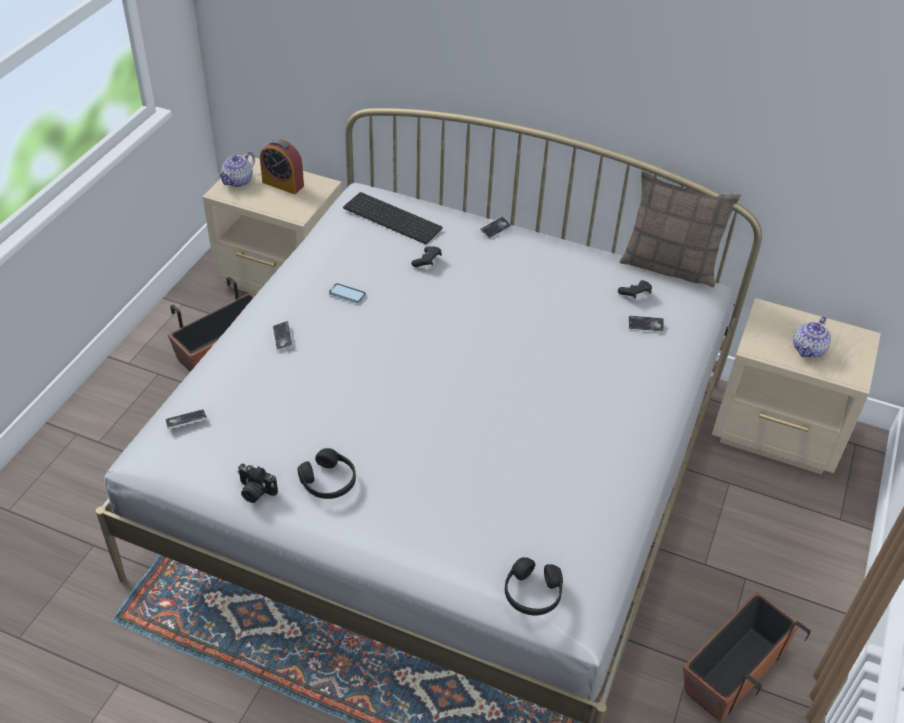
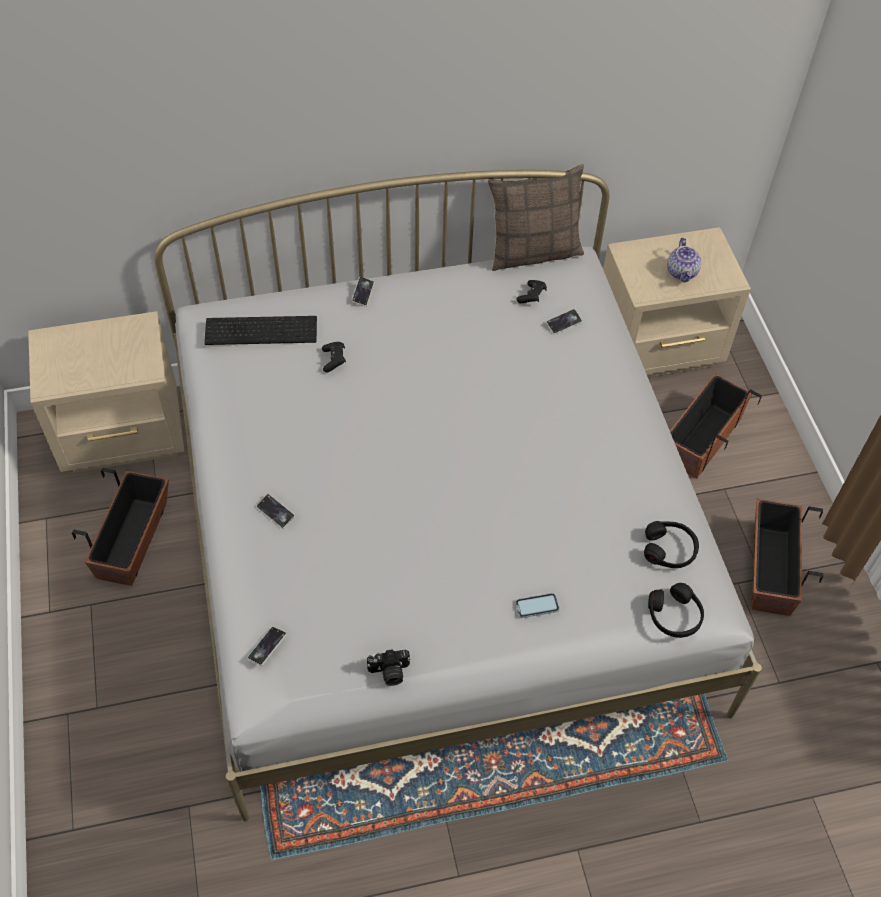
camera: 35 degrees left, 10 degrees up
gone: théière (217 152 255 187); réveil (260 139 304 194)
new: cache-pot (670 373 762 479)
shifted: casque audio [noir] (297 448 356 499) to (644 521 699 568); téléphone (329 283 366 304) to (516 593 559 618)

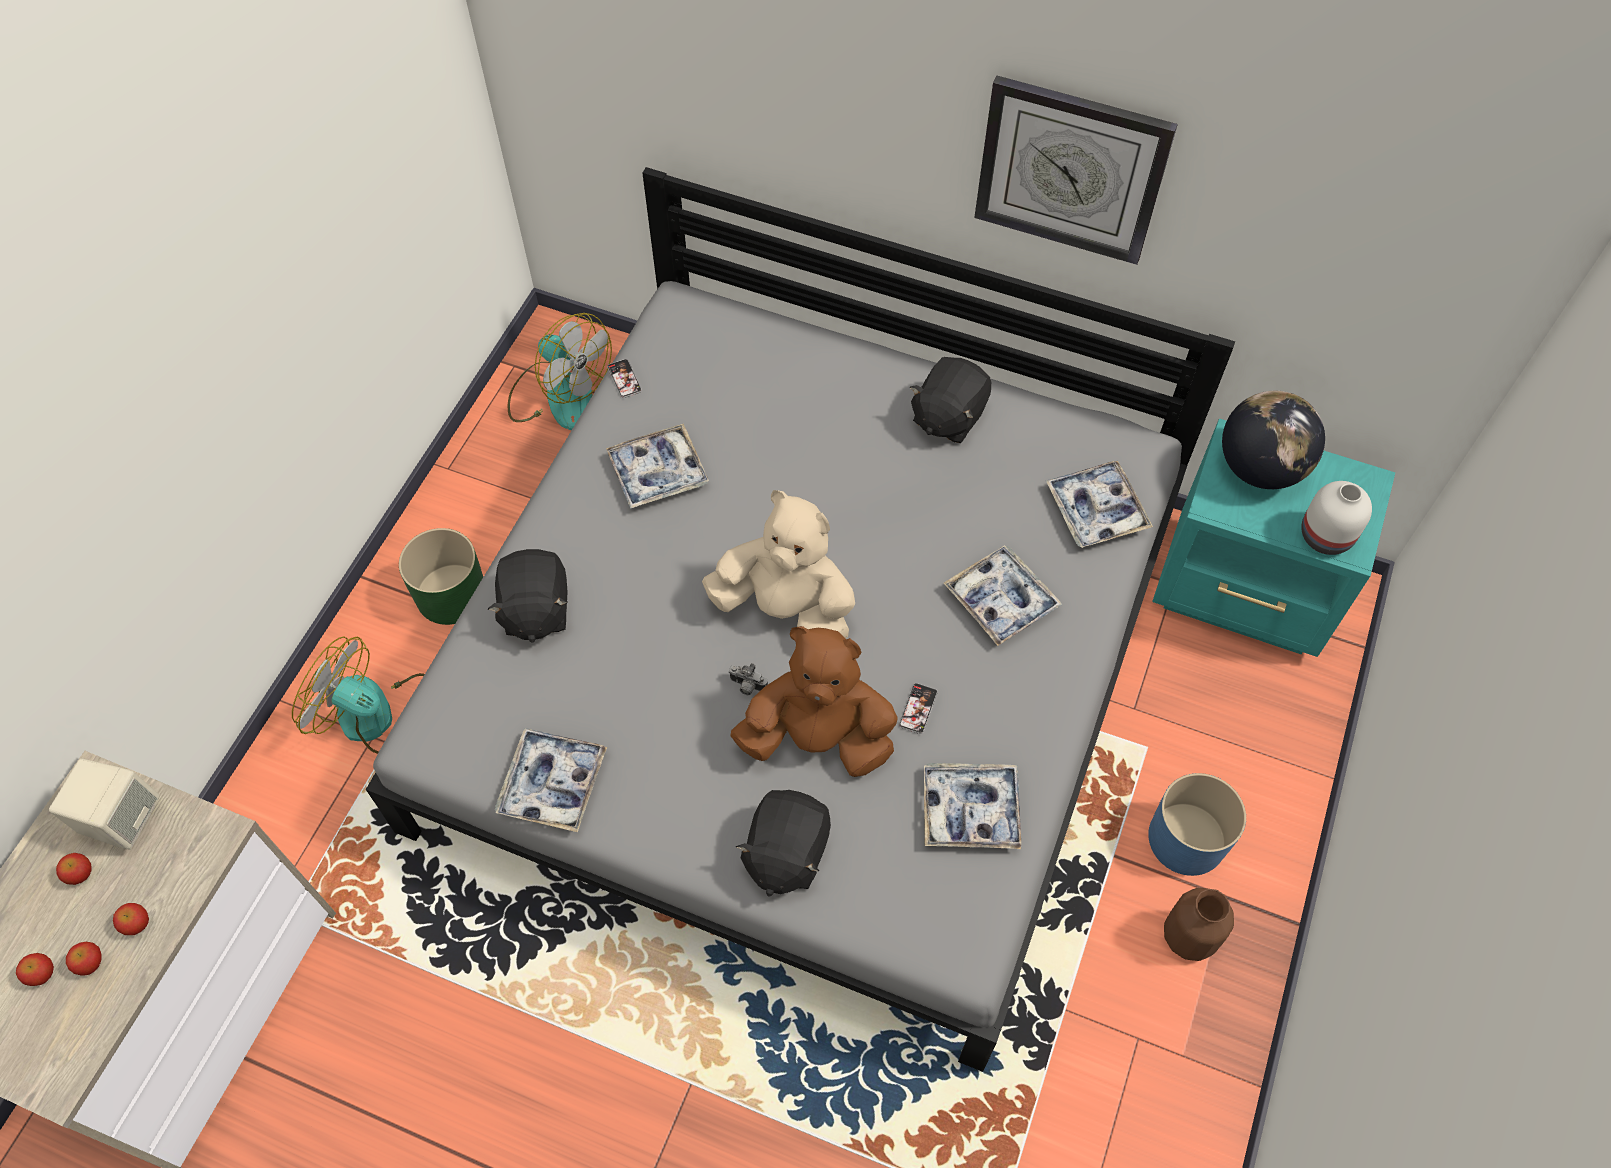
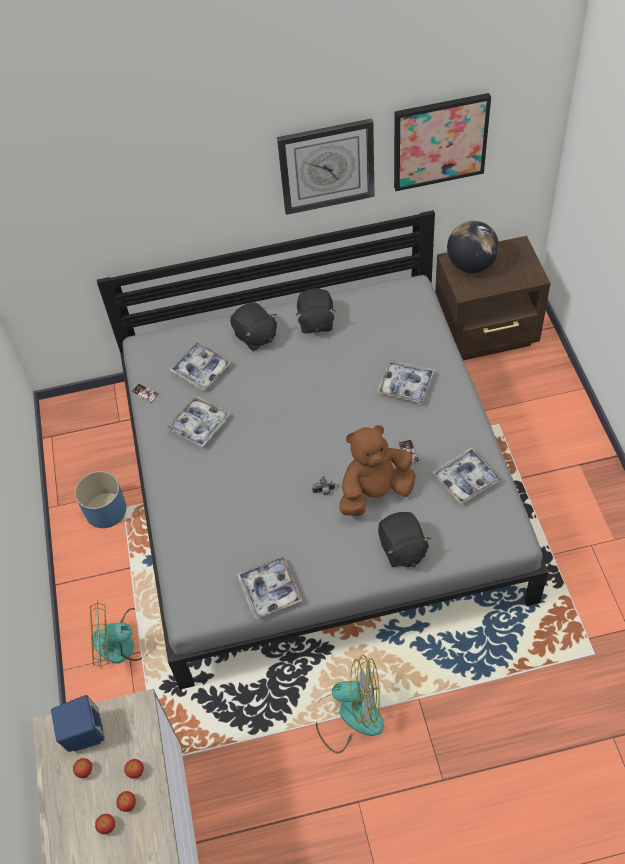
camera: 30 degrees left, 5 degrees down
gone: cache-pot [vert] (399 528 483 625); peluche [beige] (702 490 855 638); vase [marron] (1164 888 1234 961); vase [blanc] (1301 481 1372 555)
new: tableau (394 93 491 191)
shifted: peluche [noir] (488 549 567 643) to (230 302 277 351); ventilateur (508 313 612 430) to (316 655 384 753); plateau (1046 461 1153 548) to (169 342 232 390); cache-pot [bleu] (1148 773 1246 876) to (75 471 127 528)
repainted: enceinte [beige] (49 759 160 850) to enceinte [bleu] (51 695 105 752); table de chevet [turquoise] (1152 419 1395 657) to table de chevet [marron] (435 236 551 361)

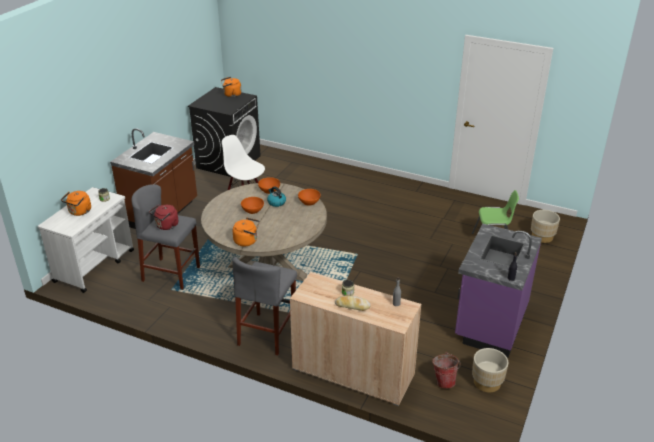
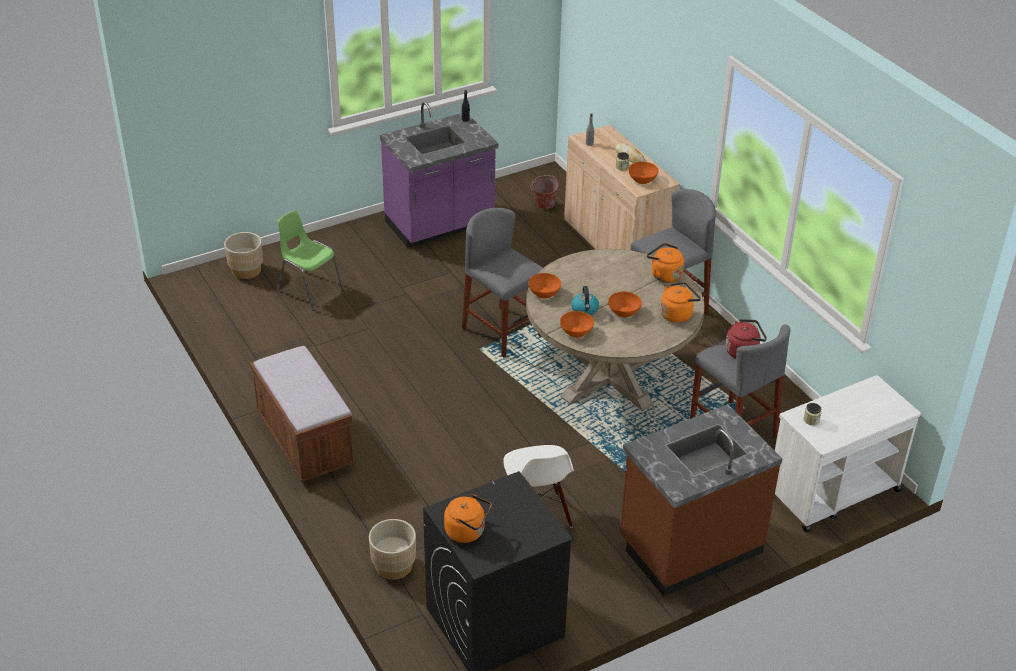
camera: 145 degrees left, 5 degrees up
new: banc [marron] (250 345 356 482); tabouret [gris] (462 208 543 358); bol [orange] (629 162 659 184)
shifted: bouilloire [orange] (61 191 91 216) to (660 282 701 323); cache-pot [beige] (472 348 508 393) to (369 519 416 580)

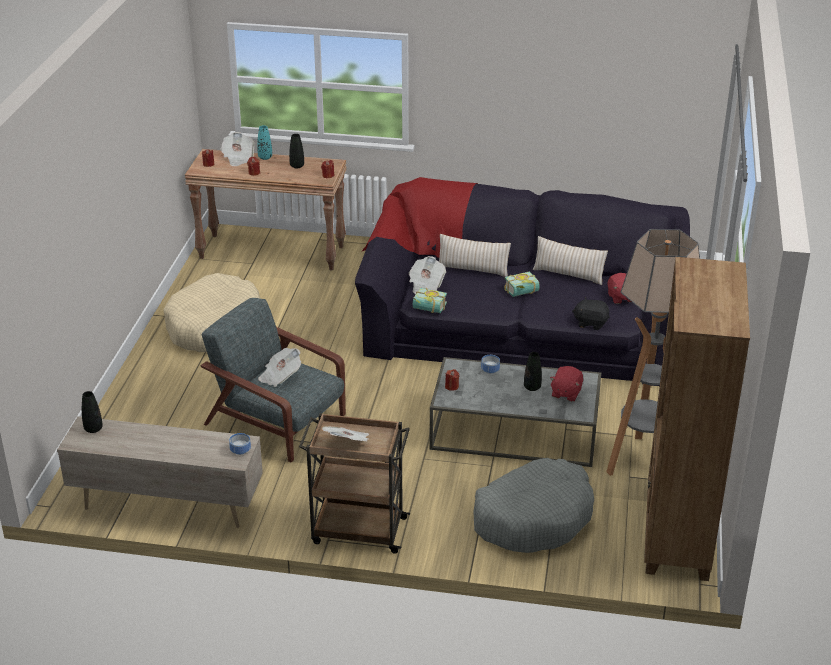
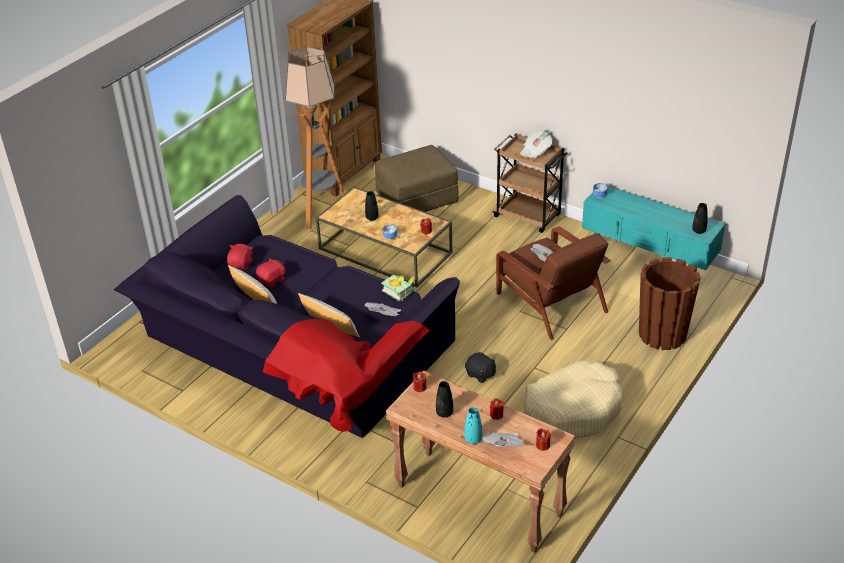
camera: 155 degrees left, 5 degrees up
gone: livre (504 271 540 297)
new: cache-pot [marron] (639 257 701 350)
shifted: peluche [rouge] (550 366 583 402) to (256 258 285 288); peluche [noir] (572 297 610 330) to (465 352 496 383)
swapped: panier pour chien [gris] (473 458 594 553) to pouf [marron] (375 145 458 212)
repainted: meuble télé [beige] (57 416 263 528) to meuble télé [turquoise] (582 186 726 272); fauteuil [gris] (201 298 346 462) to fauteuil [marron] (496 226 611 340); table basse [gris] (429 357 601 467) to table basse [marron] (316 187 452 288)

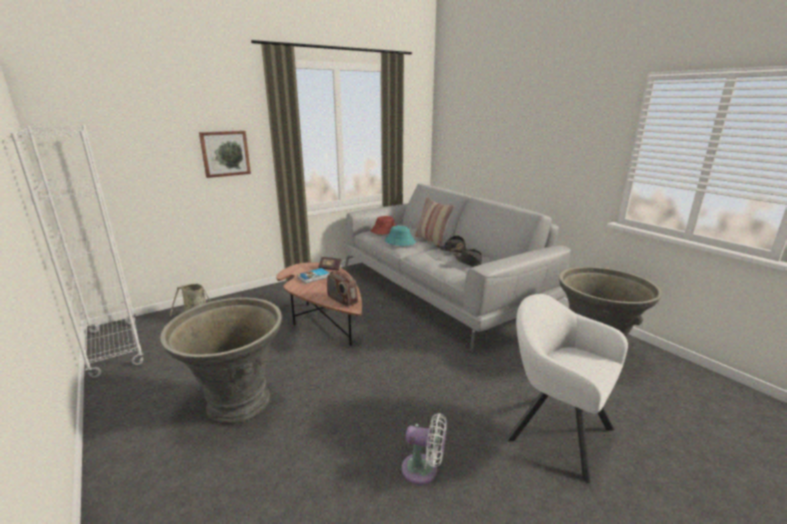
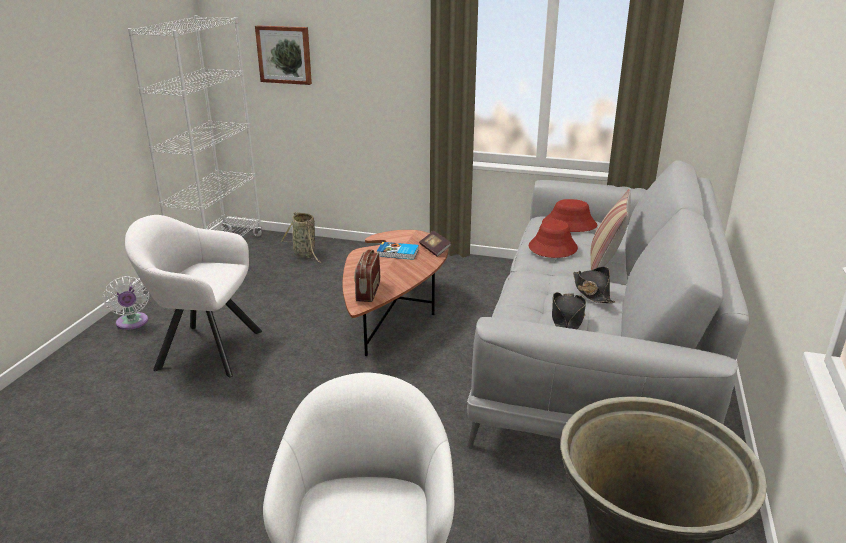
camera: 50 degrees right, 5 degrees up
shifted: tableau (199 131 251 178) to (255 25 312 85); ventilateur [blanc] (402 413 447 485) to (103 276 149 330)
swapped: cache-pot [gris] (160 297 282 424) to fauteuil [blanc] (125 215 262 377)
repainted: chapeau [turquoise] (385 226 416 246) to chapeau [rouge] (529 220 578 258)

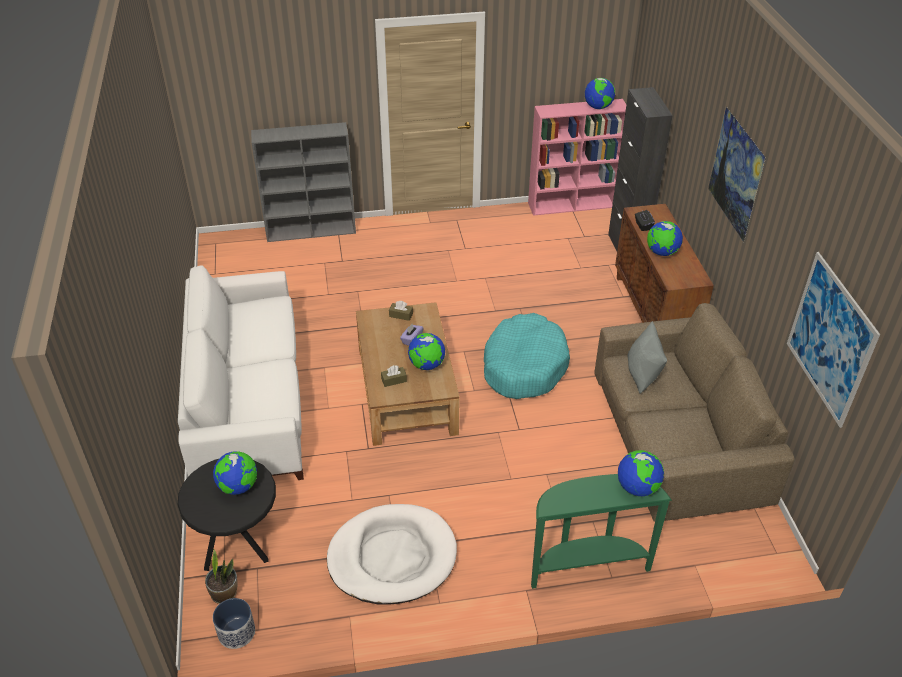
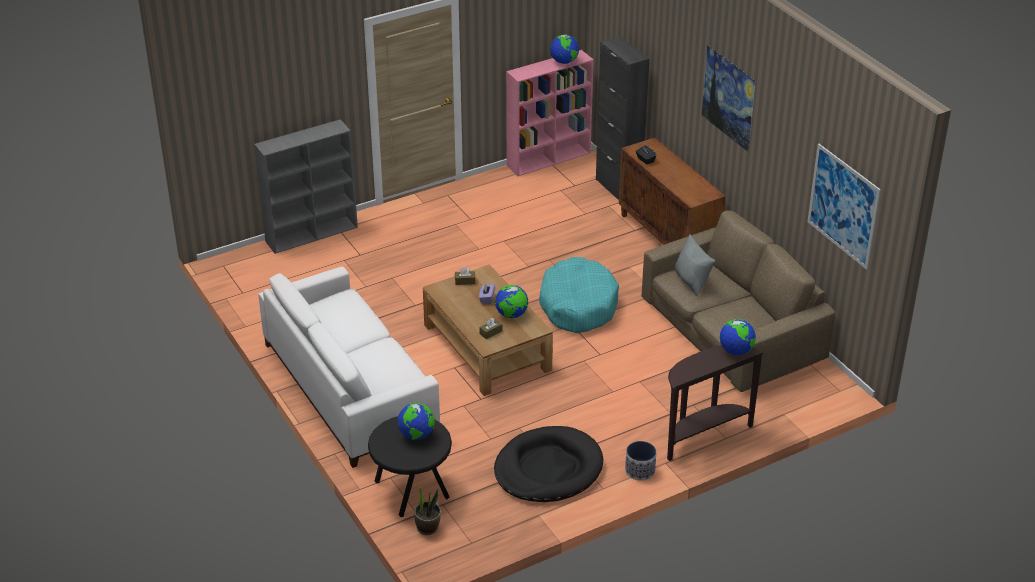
camera: 20 degrees left, 5 degrees down
gone: globe (647 221 683 256)
shifted: cache-pot (213 598 255 649) to (625 441 656 481)
repainted: panier pour chien [blanc] (327 504 457 605) to panier pour chien [noir] (494 426 603 502); table console [vert] (531 474 672 589) to table console [marron] (667 345 764 461)

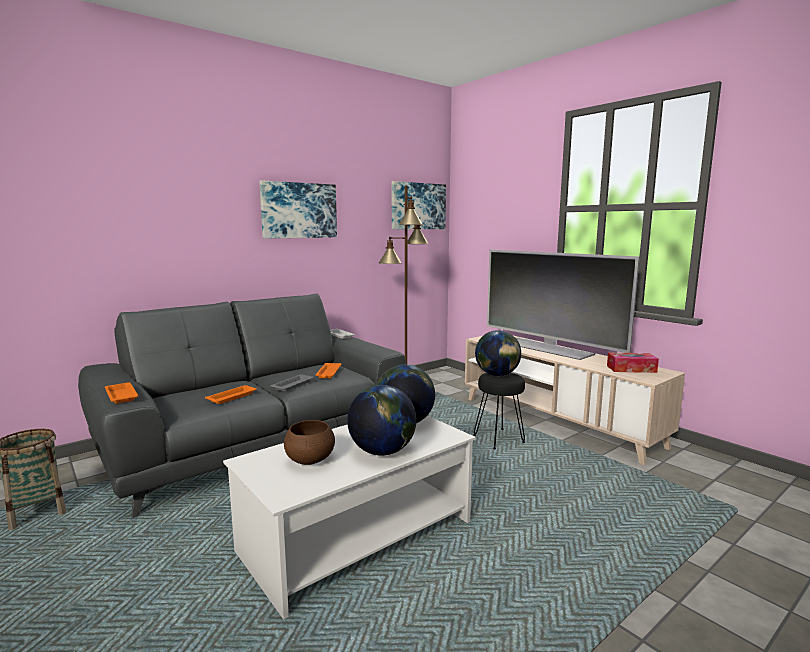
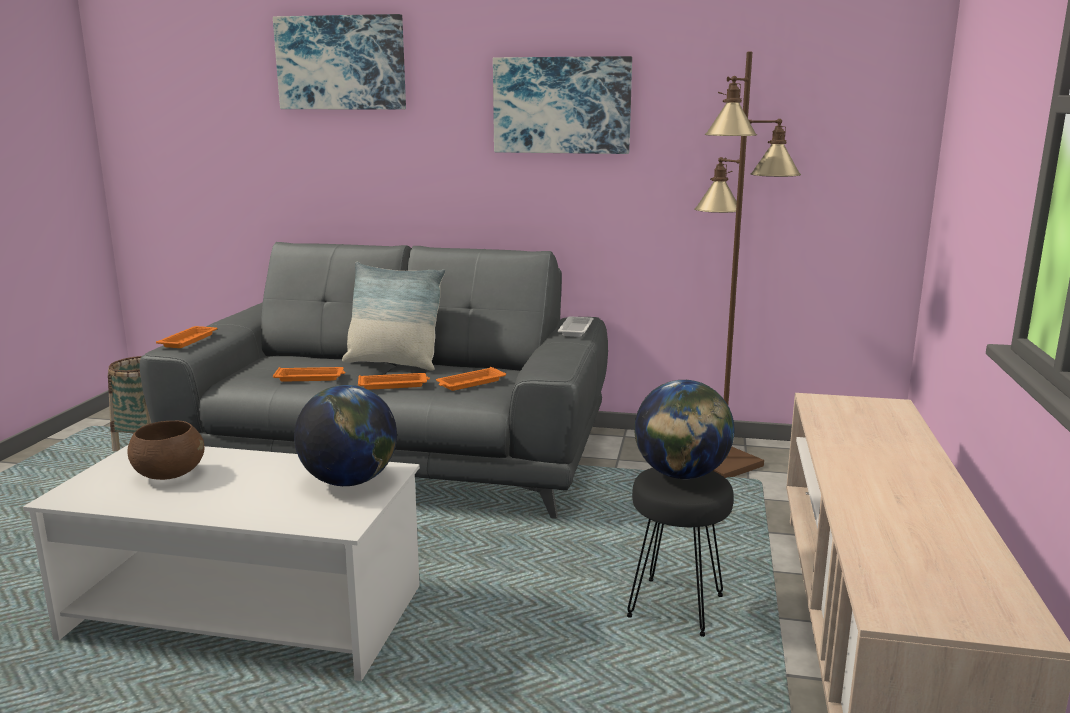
camera: 50 degrees right, 5 degrees up
gone: globe (347 385 417 456); téléviseur (487 249 640 360); boîte à mouchoirs (607 353 659 373)
new: coussin (342 262 445 370)
shifted: tableau (391 181 446 230) to (273 14 406 110)
repainted: plateau [gris] (271 374 314 391) to plateau [orange] (358 373 430 390)

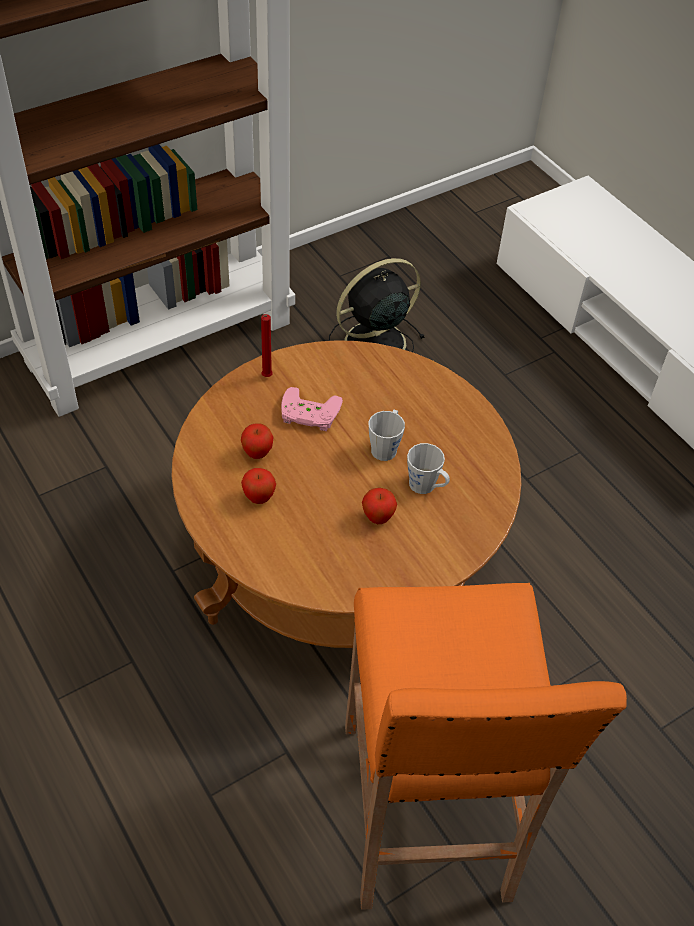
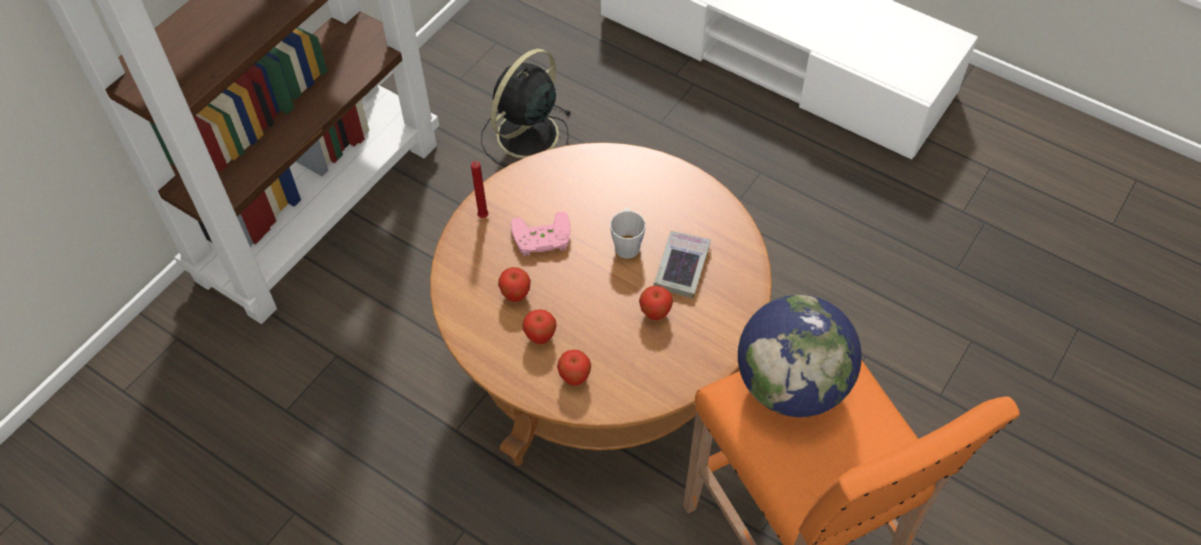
camera: 20 degrees left, 5 degrees up
new: pomme (557 350 591 386); globe (738 295 862 417)
swapped: mug [gris] (407 443 450 494) to livre (653 231 711 299)

